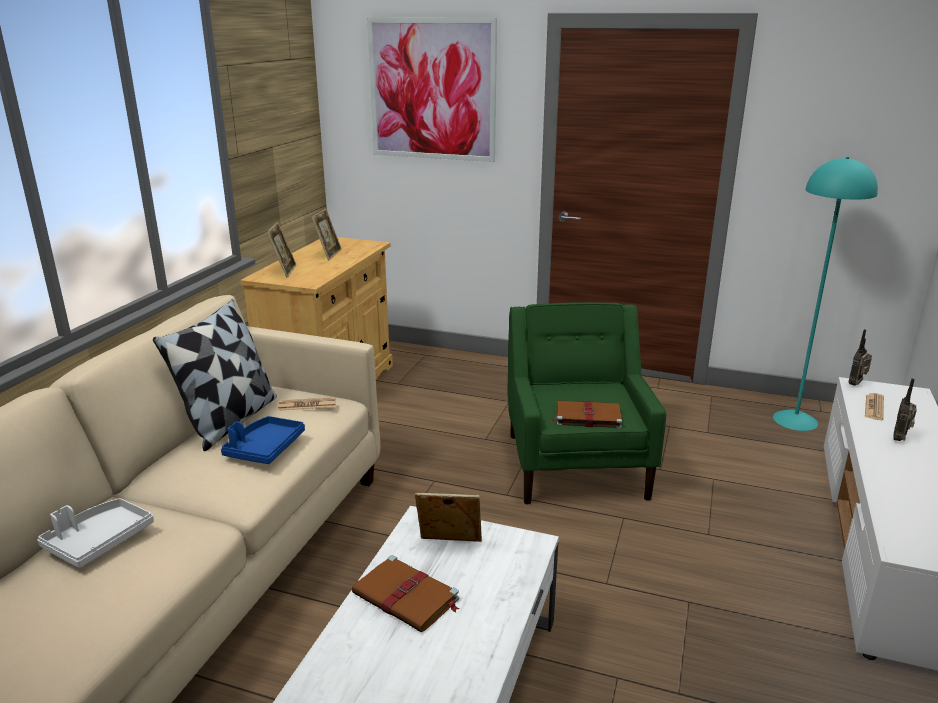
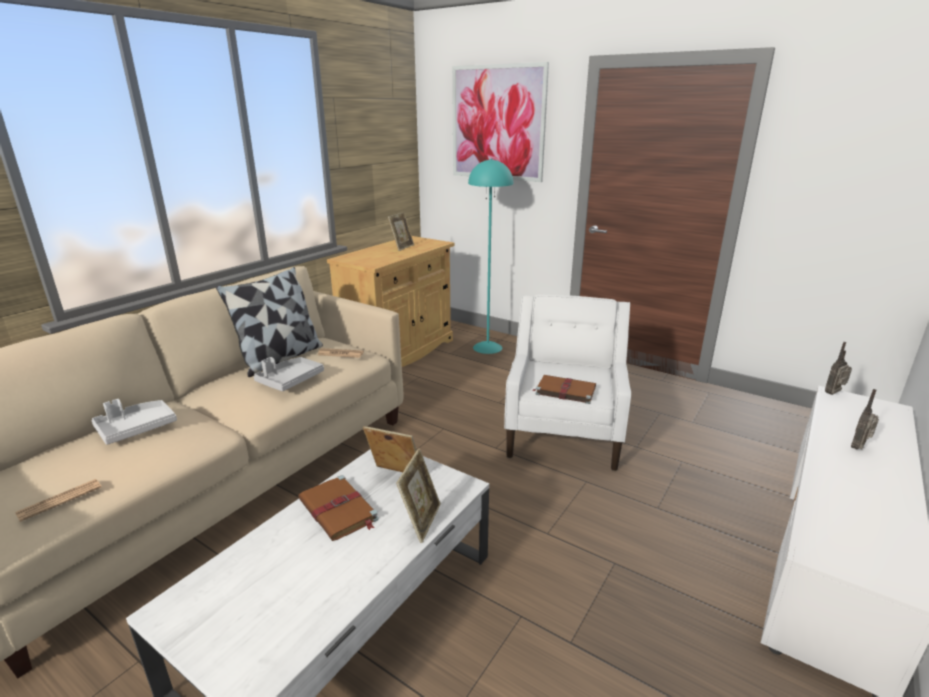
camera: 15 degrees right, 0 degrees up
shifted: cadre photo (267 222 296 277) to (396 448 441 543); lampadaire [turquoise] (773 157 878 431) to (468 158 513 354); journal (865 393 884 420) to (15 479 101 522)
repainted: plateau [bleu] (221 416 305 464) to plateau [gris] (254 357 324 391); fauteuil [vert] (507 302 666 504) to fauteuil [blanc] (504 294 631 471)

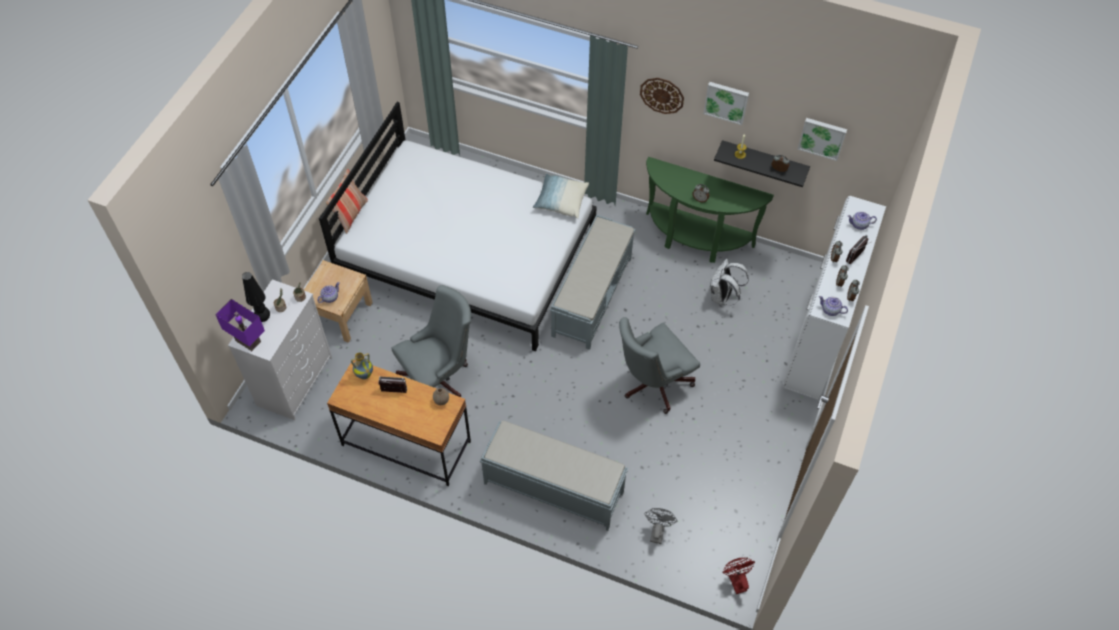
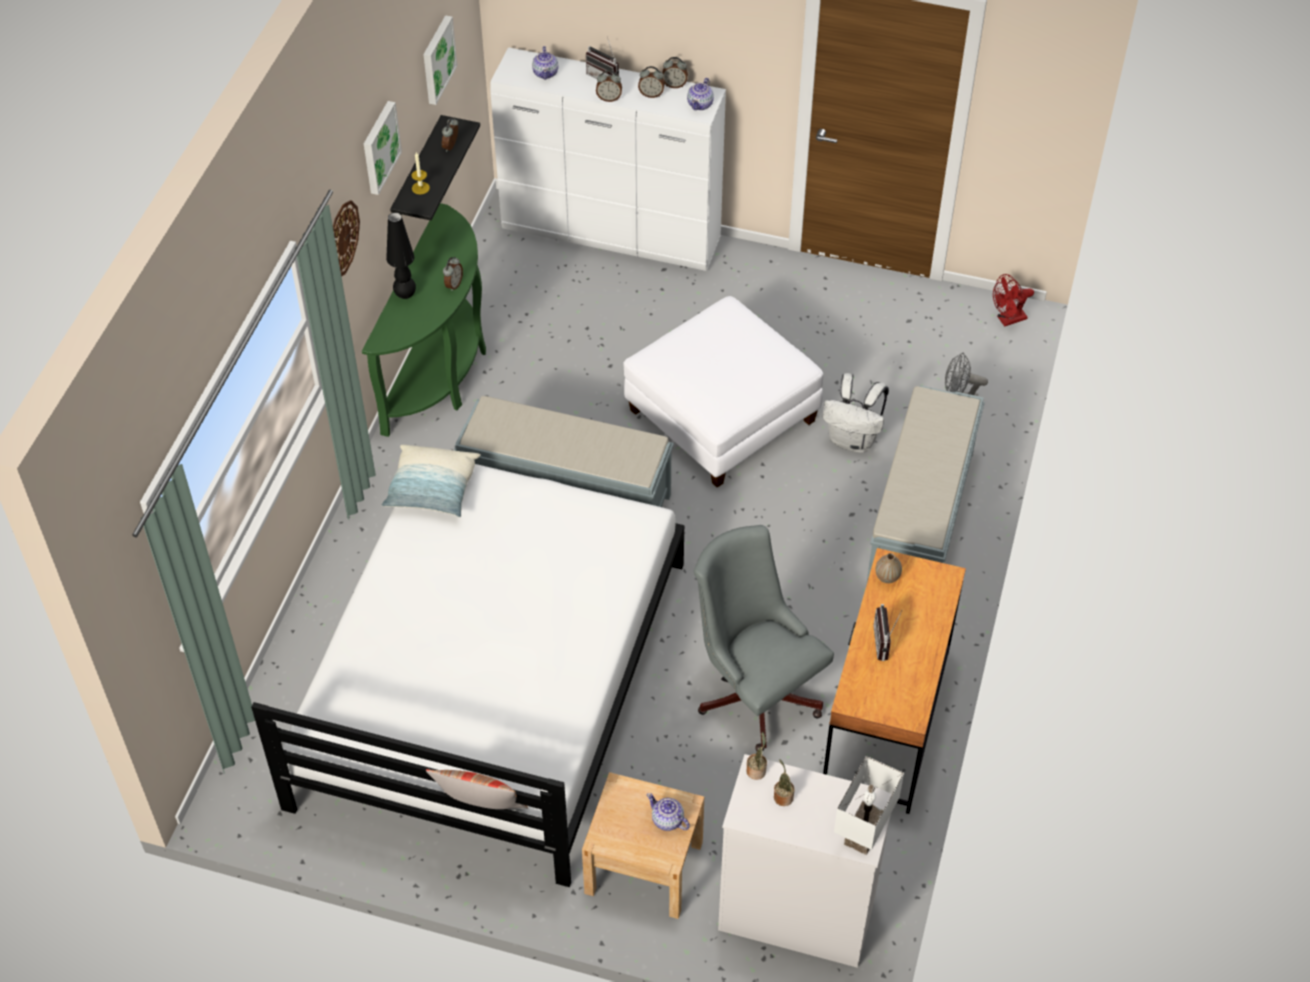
camera: 95 degrees left, 5 degrees down
gone: vase (351 352 373 379)
shifted: lampe de table [noir] (242 272 270 322) to (386 212 416 299); sac à dos [blanc] (710 258 749 305) to (823 373 889 453)
swapped: chaise de bureau [gris] (619 317 700 414) to pouf [blanc] (623 296 824 488)
repainted: lampe de table [violet] (215 299 265 351) to lampe de table [blanc] (834 756 904 855)

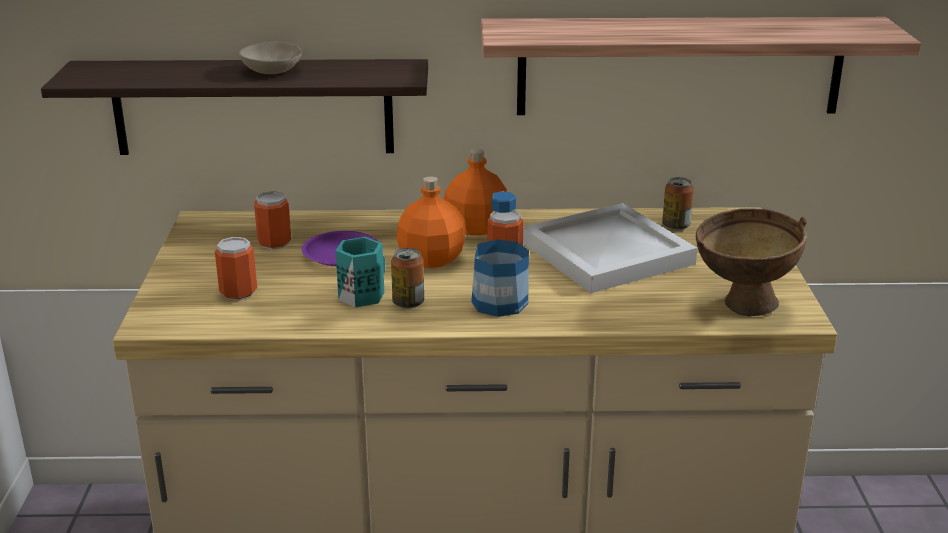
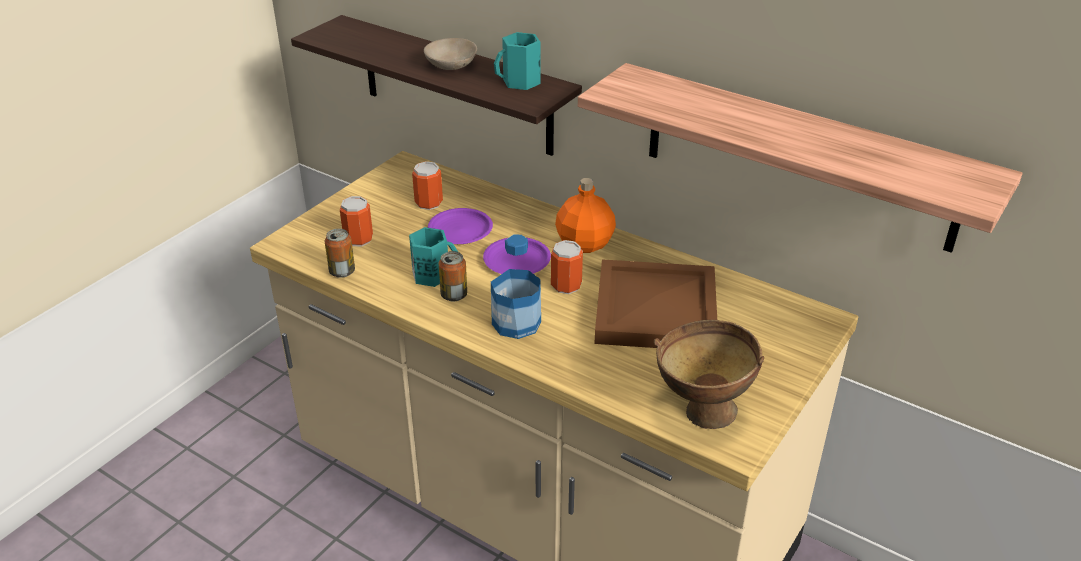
camera: 35 degrees right, 10 degrees up
new: mug [turquoise] (494 32 540 90)
shifted: boîte métallique (662 177 694 231) to (325 229 355 278)
swapped: bouteille [orange] (396 176 466 268) to assiette [violet] (483 238 551 274)
repainted: plateau [blanc] (523 203 697 293) to plateau [marron] (594 259 717 348)

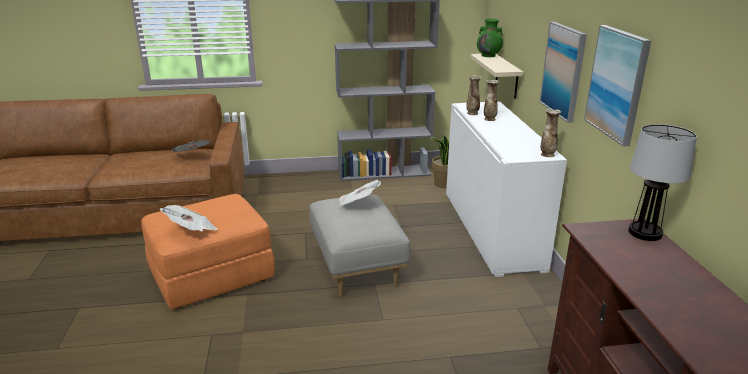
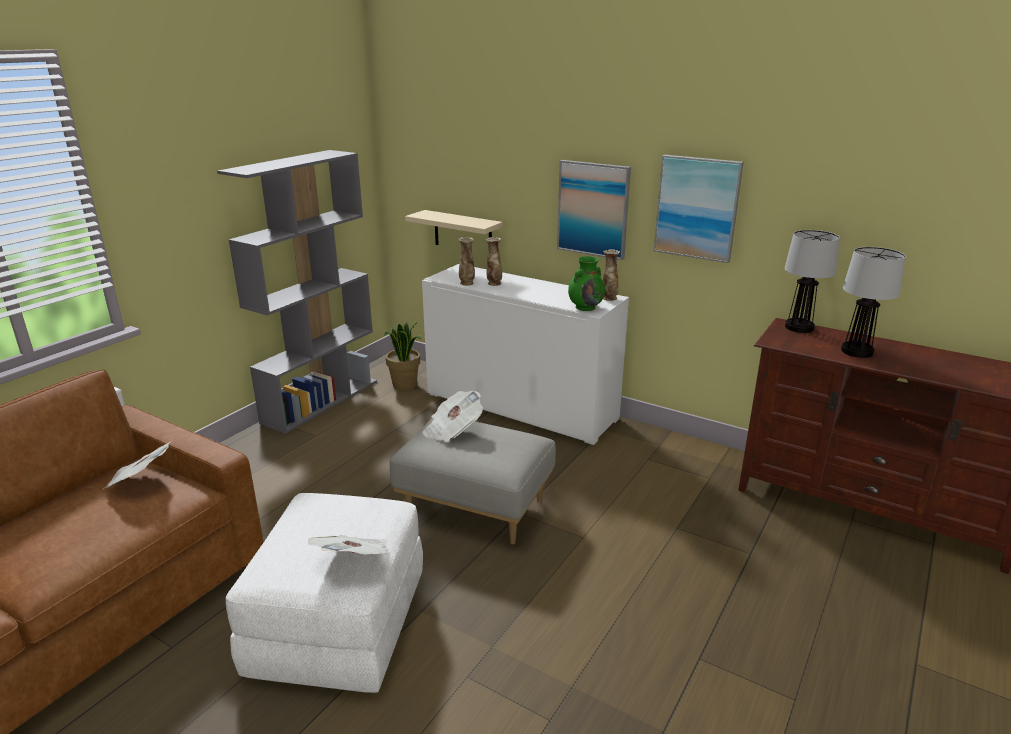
camera: 50 degrees left, 0 degrees up
new: lampe de table (841 247 906 358)
shifted: vase [vert] (477 19 503 57) to (568 256 605 311)
repainted: pouf [orange] (142 194 275 310) to pouf [blanc] (226 493 423 693)

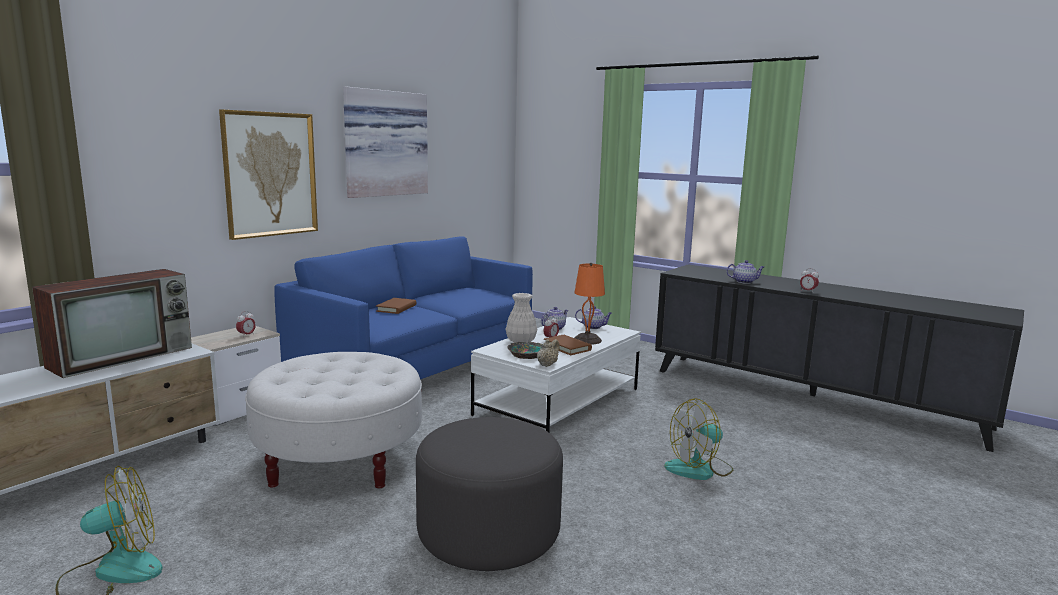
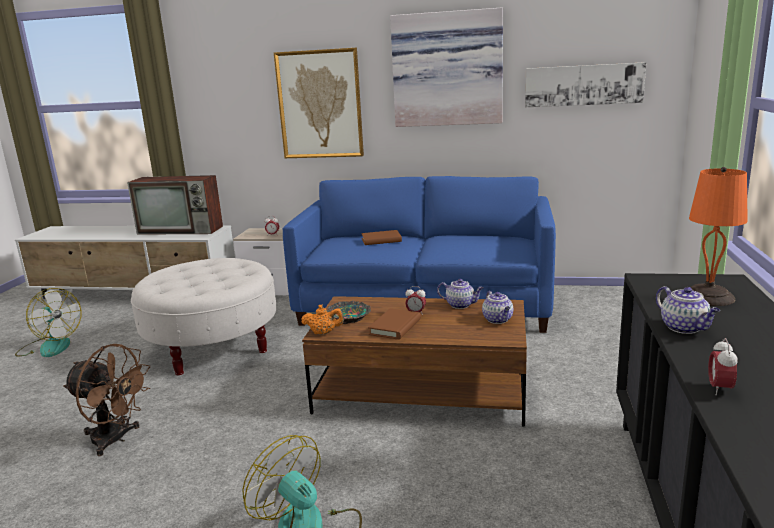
camera: 65 degrees right, 5 degrees up
gone: vase [blanc] (505 293 537 343)
new: tableau (525 62 646 107)
shifted: lampe de table [orange] (574 263 605 345) to (689 167 748 306)
swapped: pouf [gris] (416 417 563 571) to ventilateur [marron] (63 344 150 456)
repainted: table basse [blanc] (471 317 641 432) to table basse [marron] (302 296 527 427); théière [beige] (537 339 559 367) to théière [orange] (302 305 344 335)

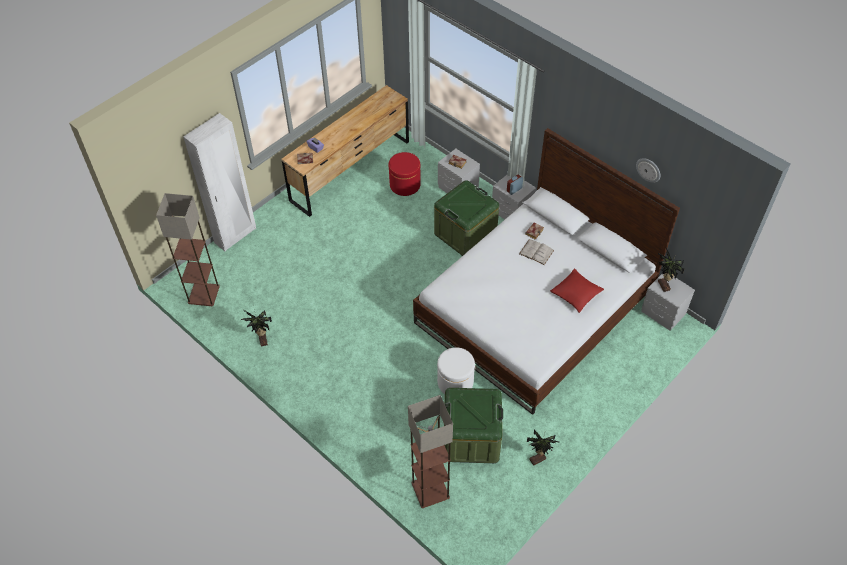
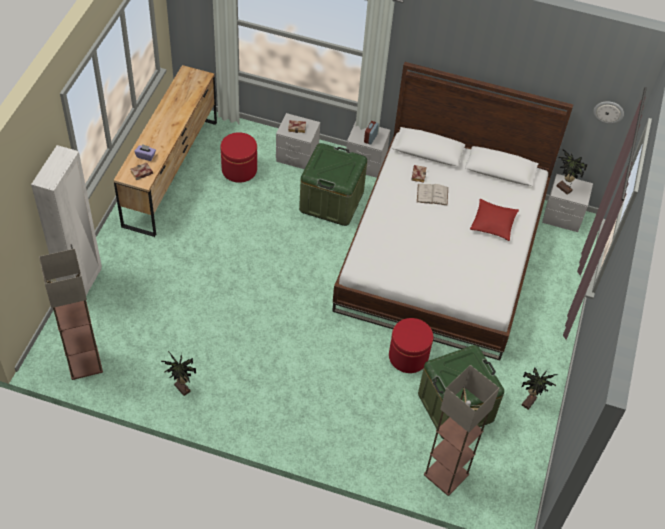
camera: 30 degrees left, 0 degrees up
shifted: horloge murale (636 158 660 183) to (593 101 624 124)
repainted: pouf [blanc] (437 347 475 394) to pouf [rouge] (389 318 433 373)

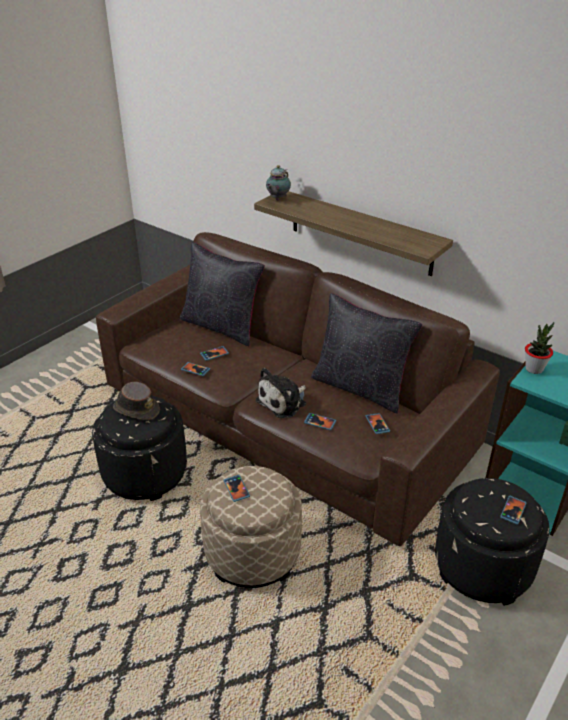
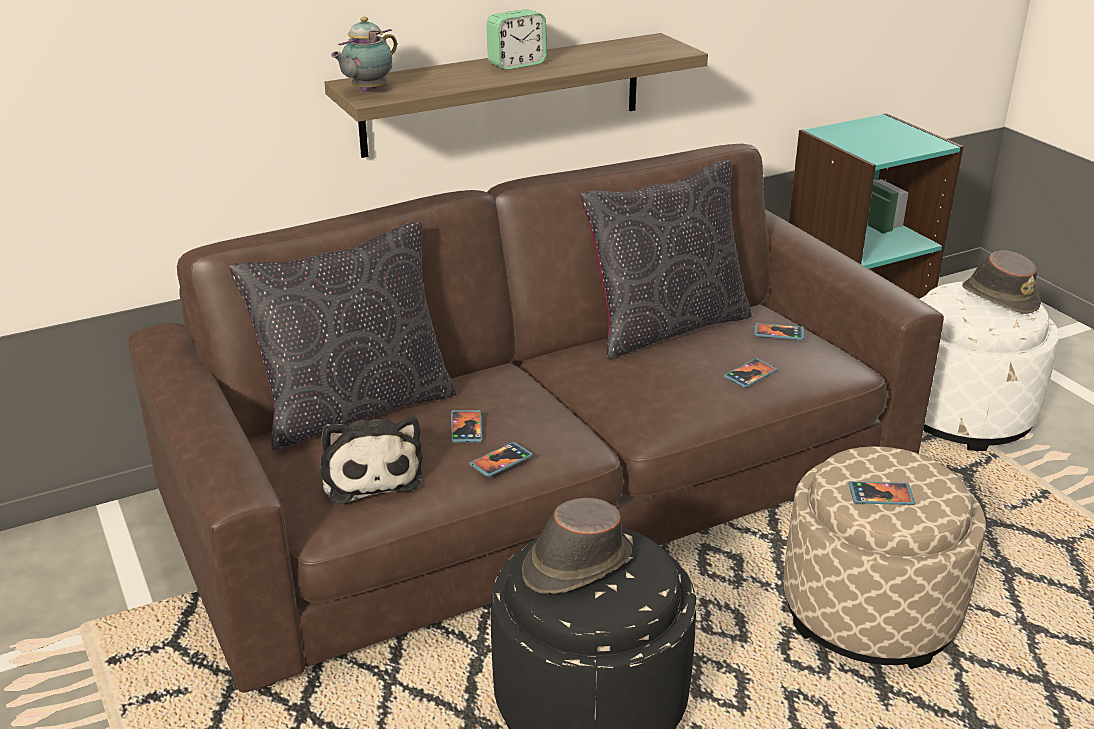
camera: 65 degrees left, 5 degrees down
gone: plante en pot (525 322 554 374)
new: réveil (486 9 547 70)
shifted: peluche (255 368 306 418) to (320 416 424 505)
swapped: téléphone (500 496 527 525) to chapeau [marron] (962 250 1041 314)
repainted: pouf [noir] (435 478 550 606) to pouf [blanc] (920 282 1059 451)
rotated: théière (266 165 291 200) = (331 17 397 92) 75 degrees clockwise

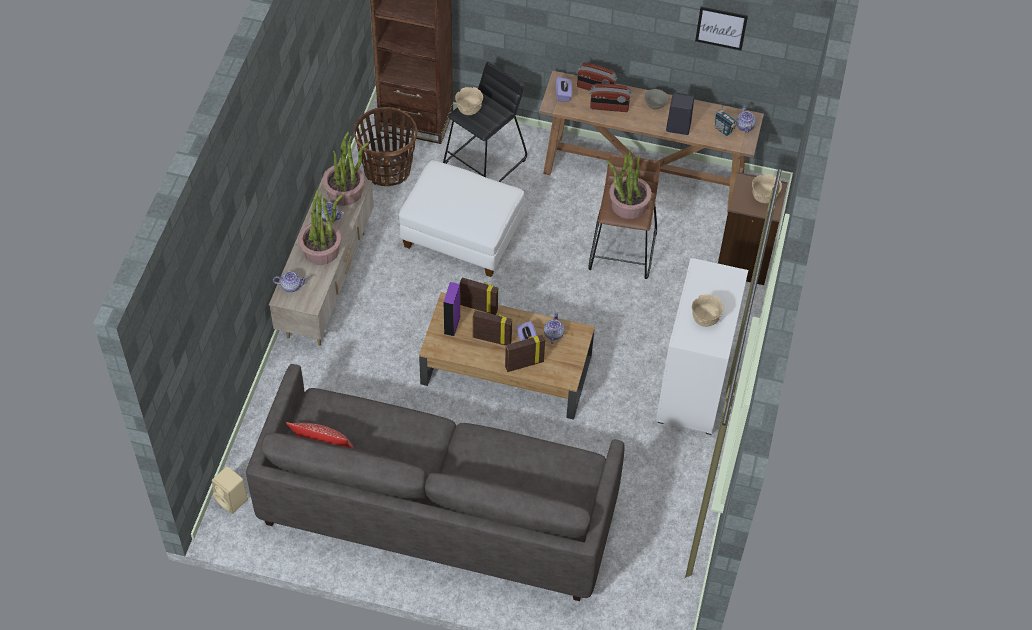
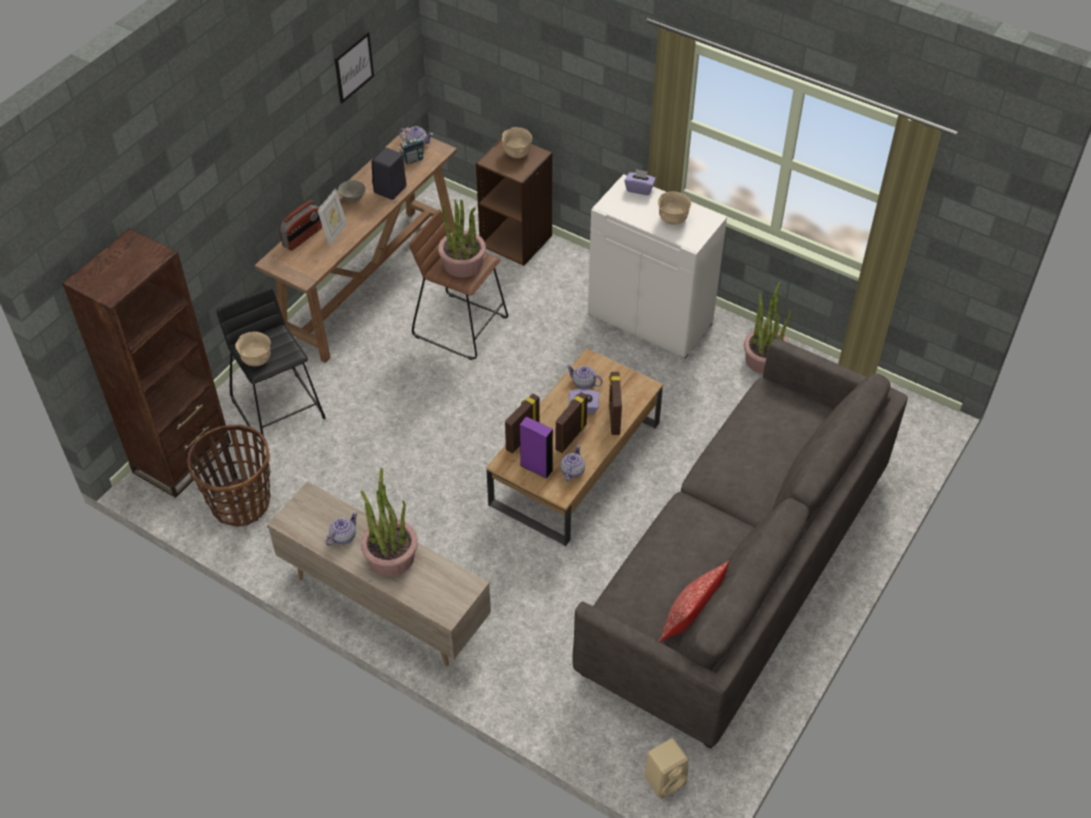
camera: 70 degrees left, 5 degrees down
gone: pouf [blanc] (399 160 524 277)
shifted: théière (273 271 307 292) to (560 445 585 482); plante en pot (322 132 369 205) to (744 282 791 374); boîte à mouchoirs [violet] (556 77 572 102) to (625 169 656 195)
swapped: radio (590 84 632 112) to cadre photo (317 188 347 246)

